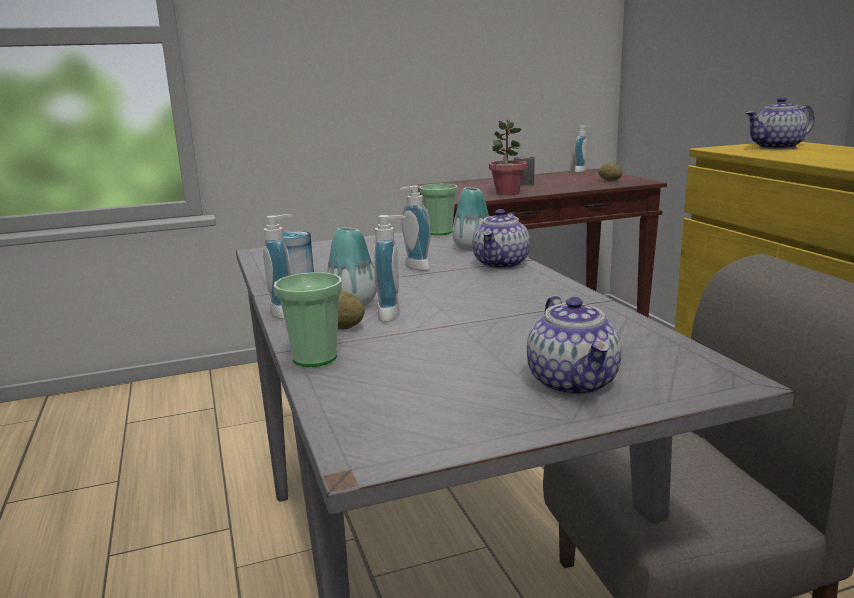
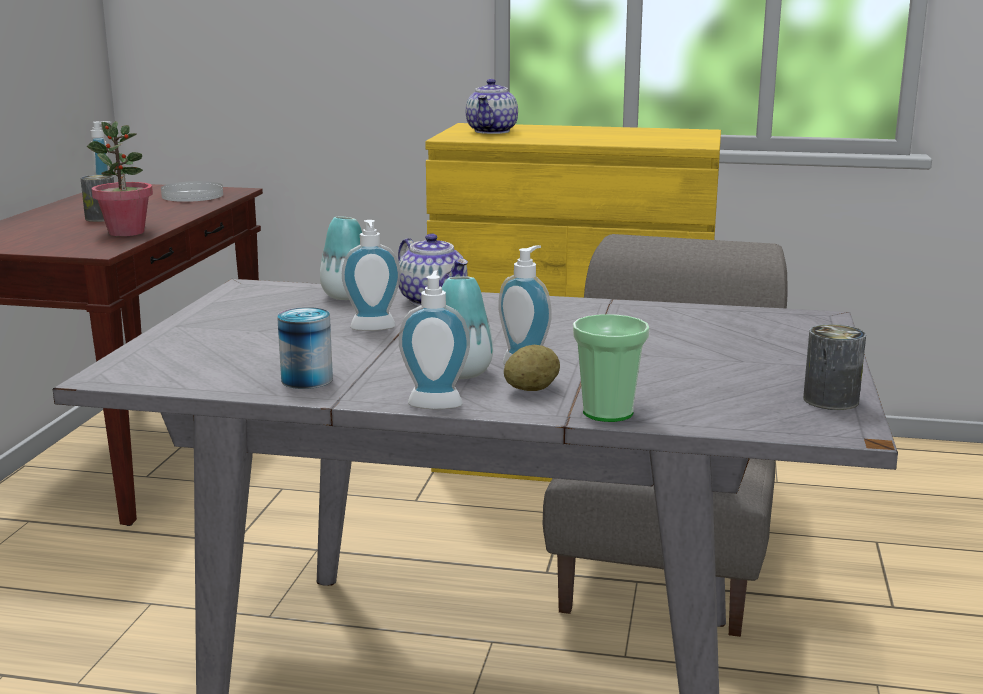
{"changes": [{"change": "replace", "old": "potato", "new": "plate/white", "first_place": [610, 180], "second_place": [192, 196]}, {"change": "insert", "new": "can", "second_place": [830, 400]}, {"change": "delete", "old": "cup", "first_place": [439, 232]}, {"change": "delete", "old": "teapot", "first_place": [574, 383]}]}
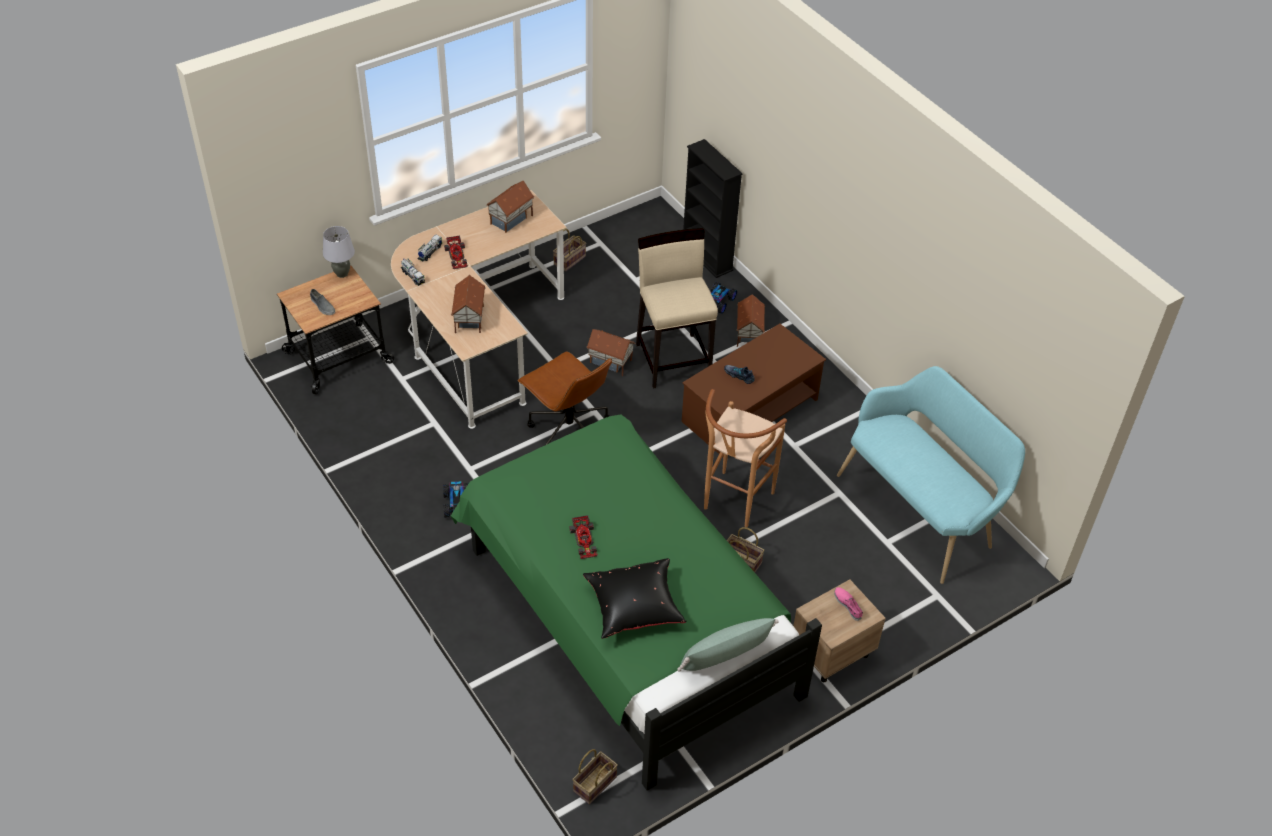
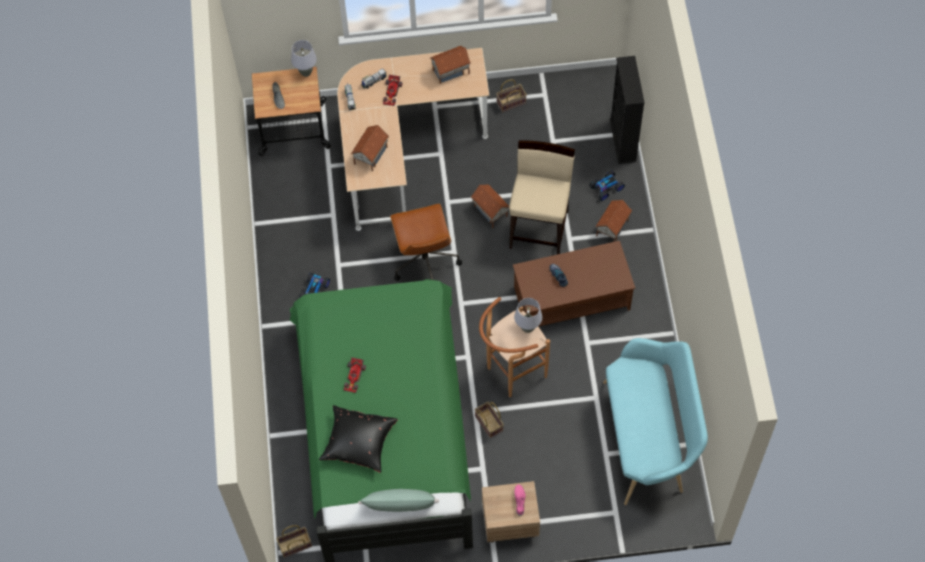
{"changes": [{"change": "insert", "new": "table lamp/grey", "second_place": [528, 328]}]}
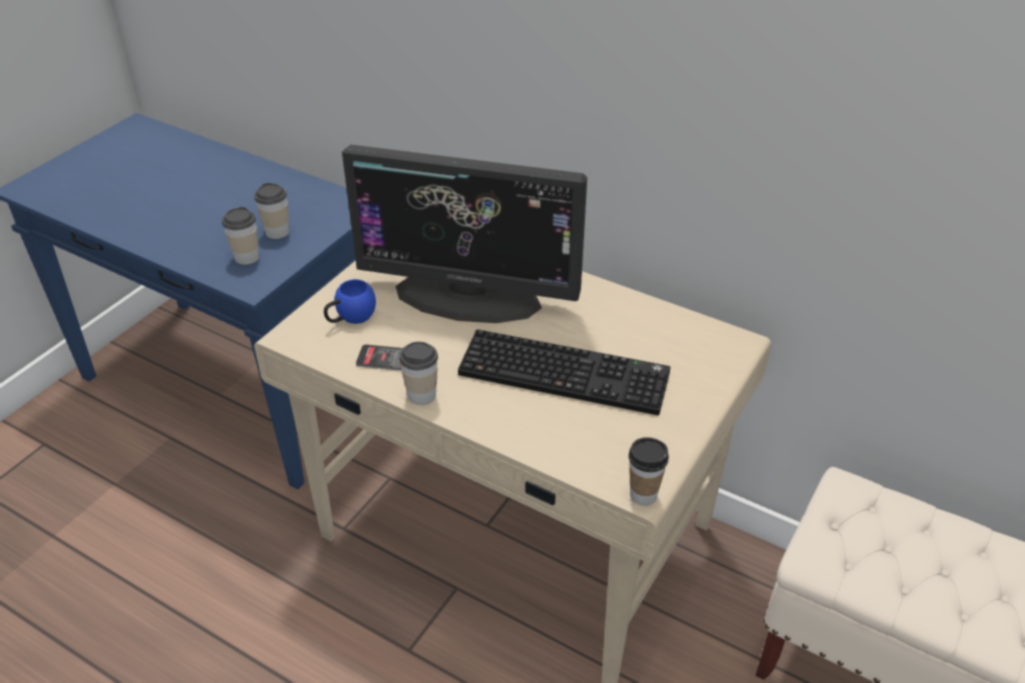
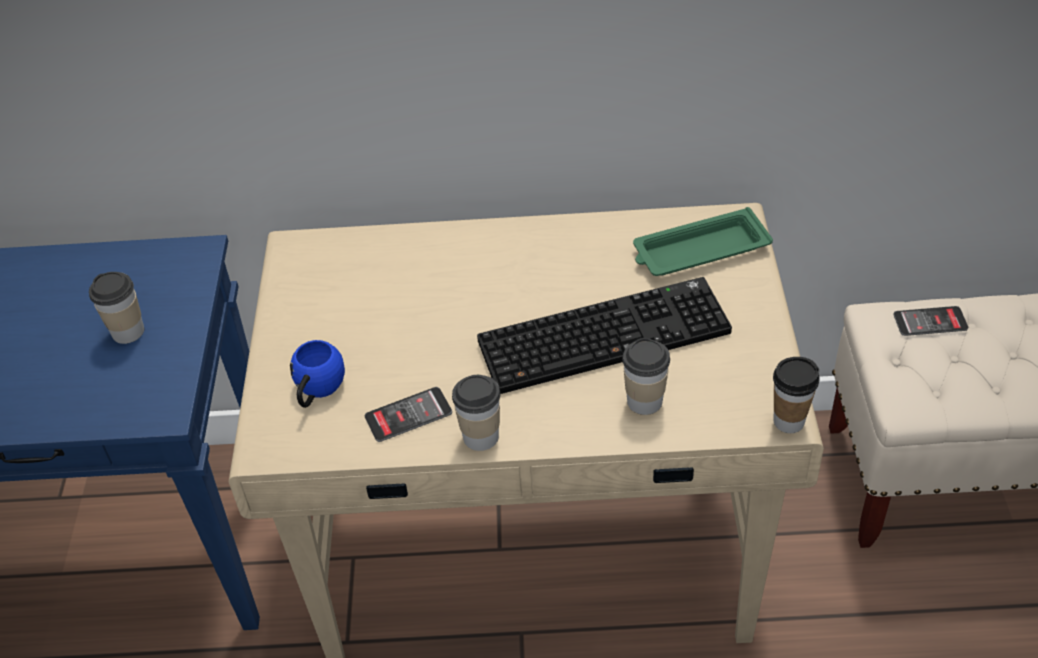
{"changes": [{"change": "move", "old": "cup", "first_place": [246, 257], "second_place": [644, 401]}, {"change": "insert", "new": "tray/green", "second_place": [698, 251]}, {"change": "insert", "new": "phone", "second_place": [930, 322]}, {"change": "delete", "old": "monitor", "first_place": [468, 296]}]}
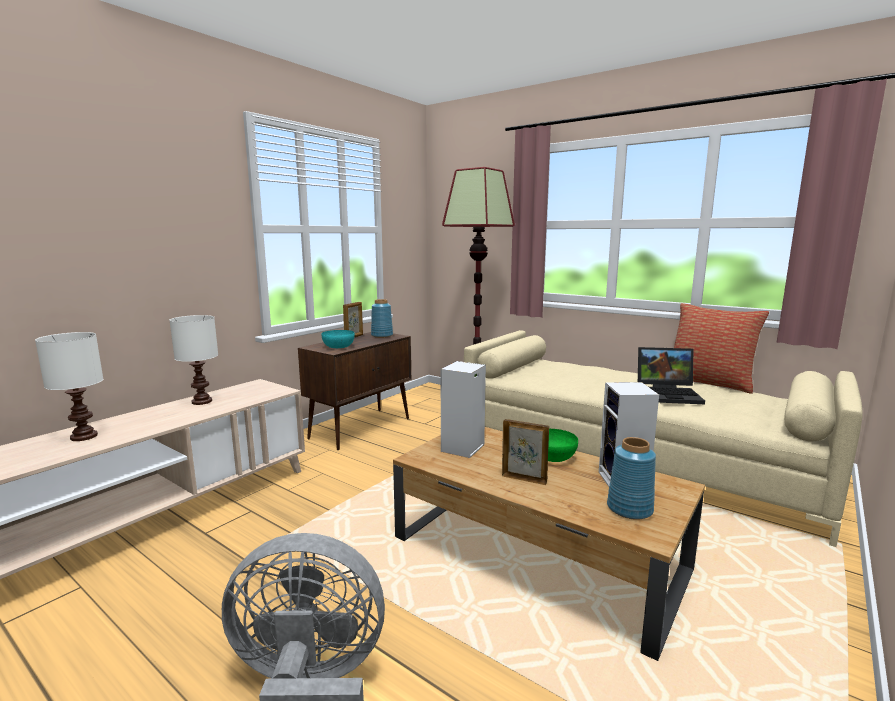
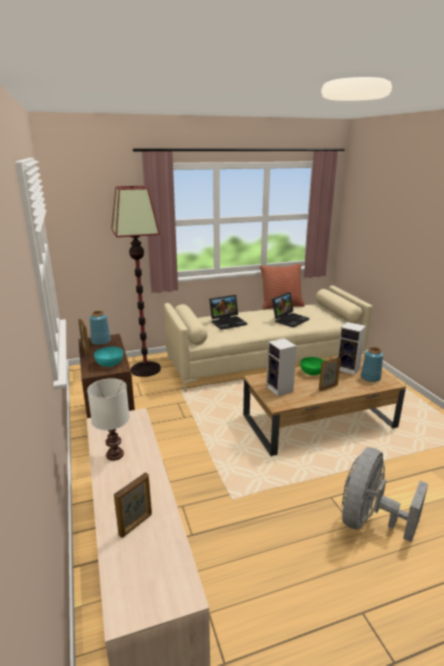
{"changes": [{"change": "replace", "old": "table lamp/white", "new": "picture frame", "first_place": [85, 436], "second_place": [136, 524]}, {"change": "insert", "new": "laptop", "second_place": [228, 322]}]}
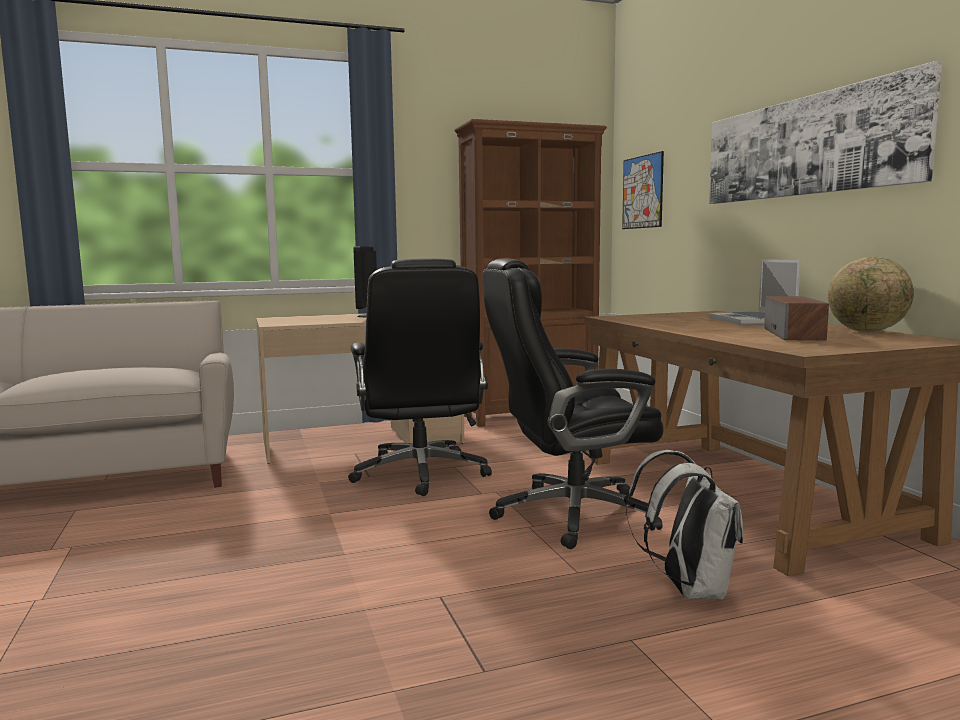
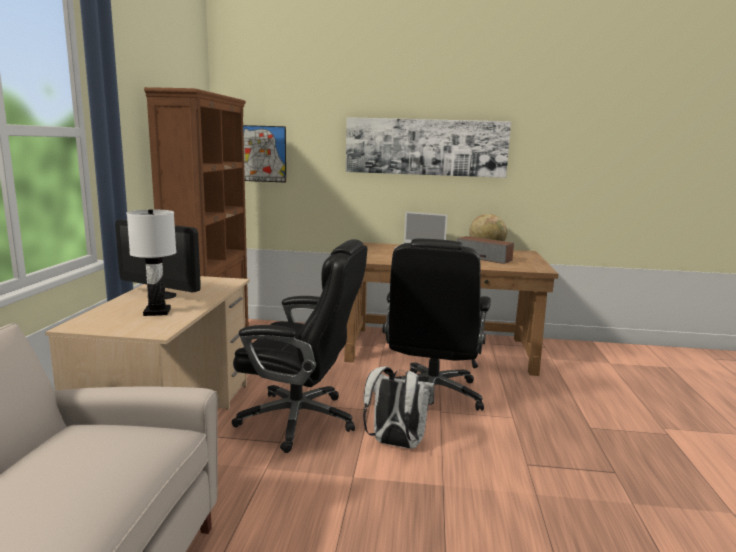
{"changes": [{"change": "insert", "new": "table lamp/white", "second_place": [157, 312]}, {"change": "move", "old": "backpack/white", "first_place": [688, 589], "second_place": [395, 444]}]}
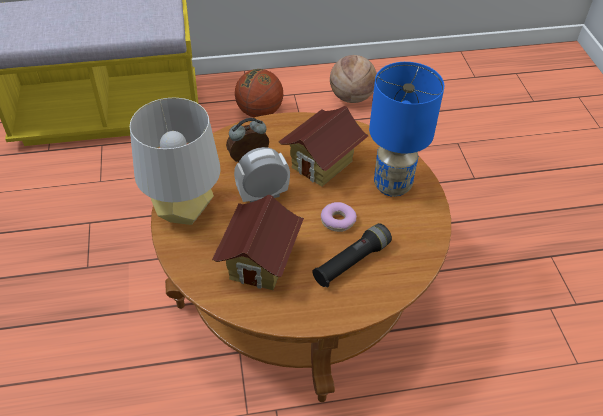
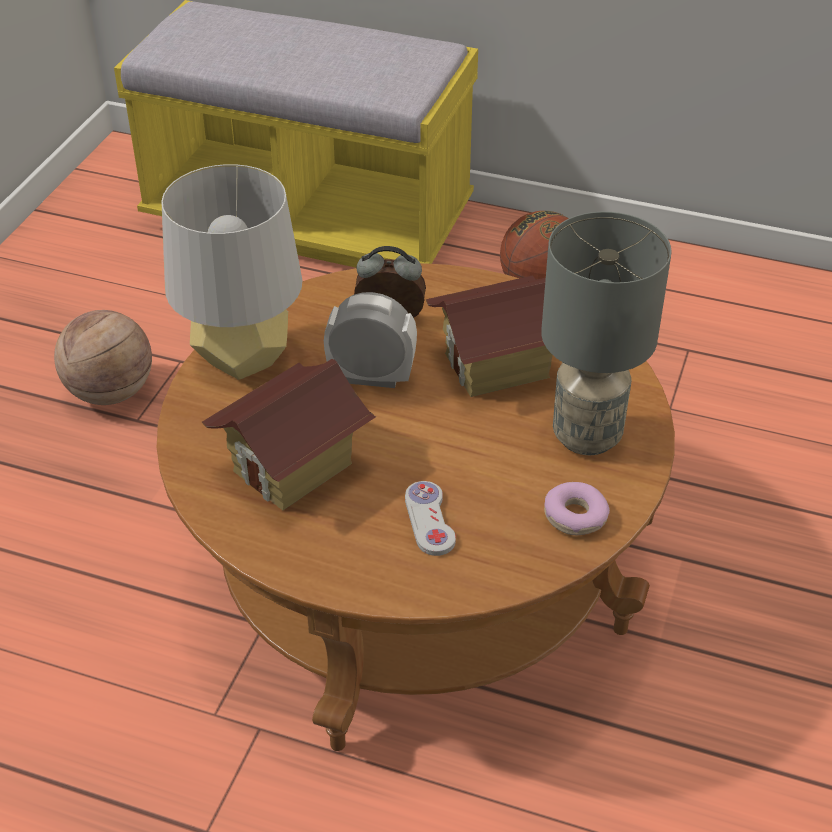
{"changes": [{"change": "move", "old": "basketball", "first_place": [351, 97], "second_place": [110, 393]}, {"change": "replace", "old": "flashlight/black", "new": "game controller/white", "first_place": [351, 262], "second_place": [429, 520]}, {"change": "recolor", "old": "table lamp/blue", "new": "table lamp/grey", "first_place": [392, 184], "second_place": [587, 435]}, {"change": "move", "old": "donut", "first_place": [338, 221], "second_place": [575, 516]}]}
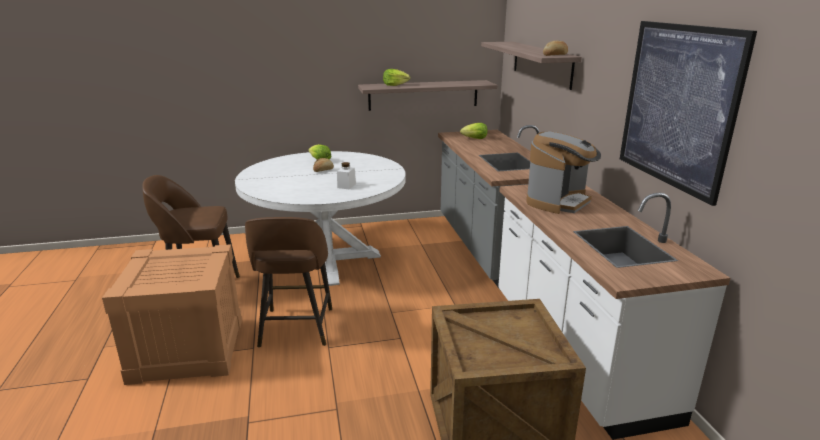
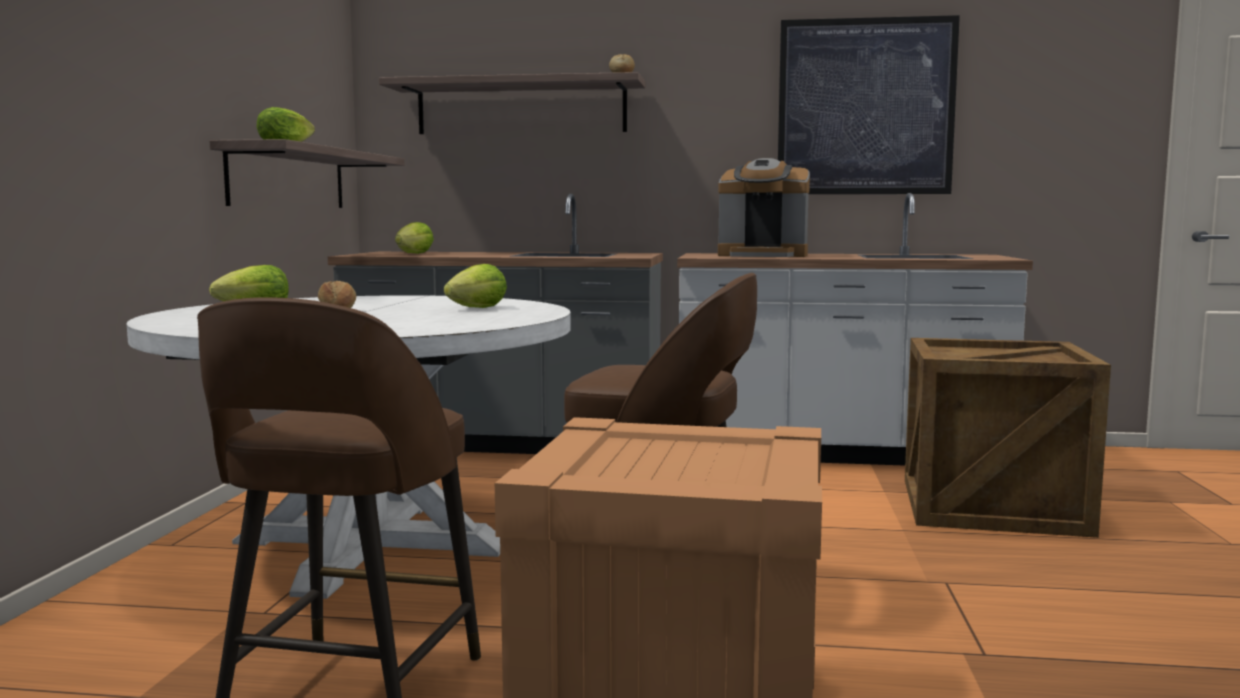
{"changes": [{"change": "replace", "old": "jar/white", "new": "lettuce", "first_place": [346, 186], "second_place": [477, 308]}, {"change": "rotate", "old": "coffee machine", "first_place": [558, 202], "second_place": [763, 255], "degrees": 135}]}
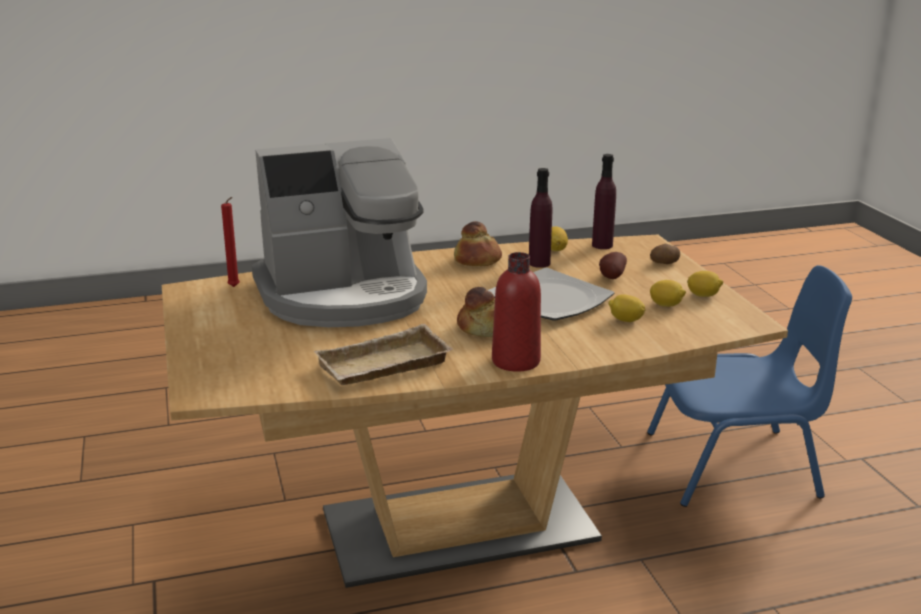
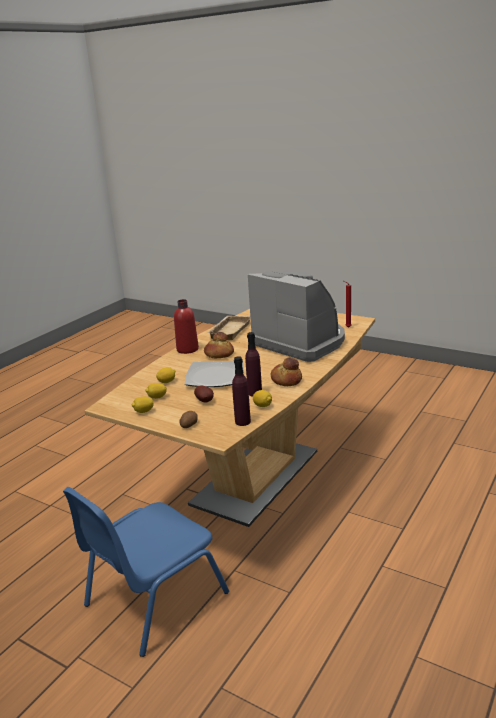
{"changes": [{"change": "rotate", "old": "coffee machine", "first_place": [344, 296], "second_place": [300, 342], "degrees": 105}]}
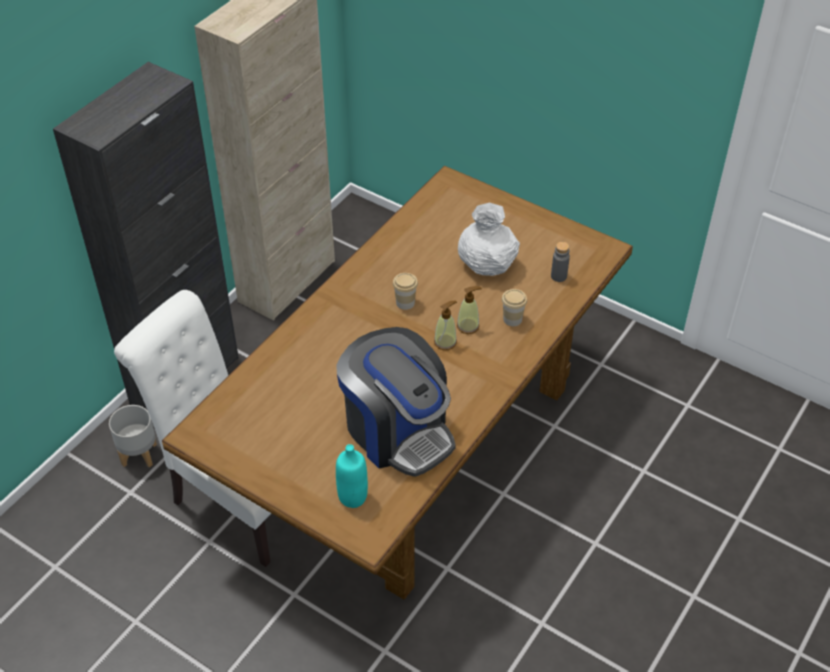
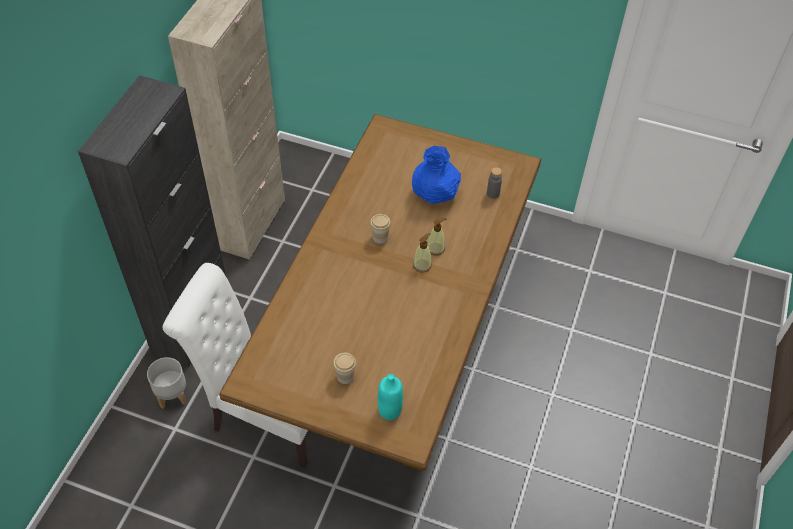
{"changes": [{"change": "move", "old": "cup", "first_place": [512, 319], "second_place": [345, 376]}, {"change": "recolor", "old": "vase/white", "new": "vase/blue", "first_place": [488, 265], "second_place": [436, 194]}, {"change": "delete", "old": "coffee machine", "first_place": [397, 431]}]}
